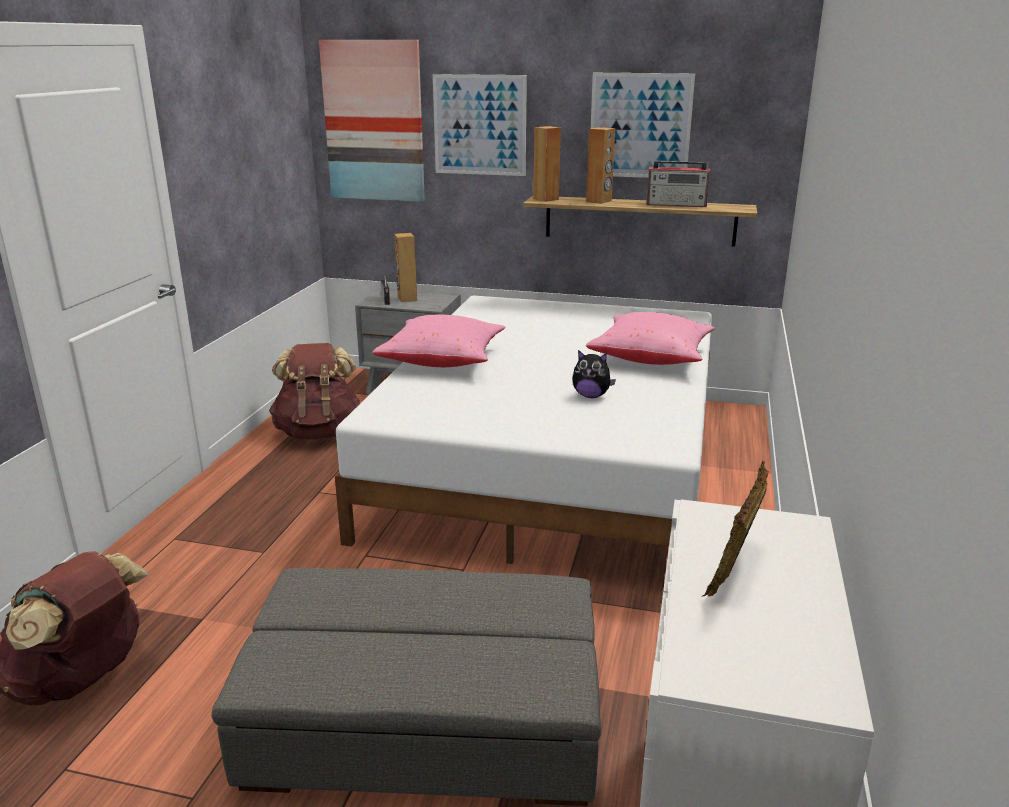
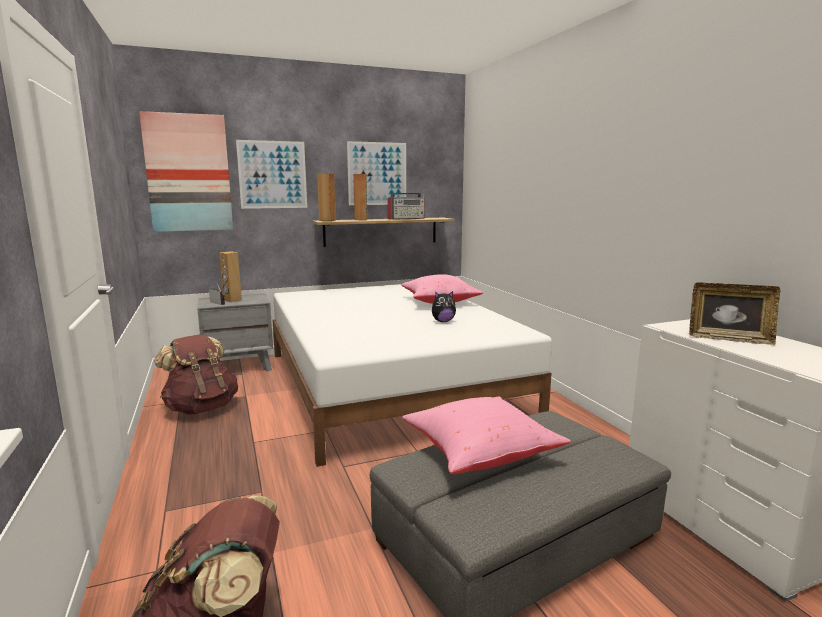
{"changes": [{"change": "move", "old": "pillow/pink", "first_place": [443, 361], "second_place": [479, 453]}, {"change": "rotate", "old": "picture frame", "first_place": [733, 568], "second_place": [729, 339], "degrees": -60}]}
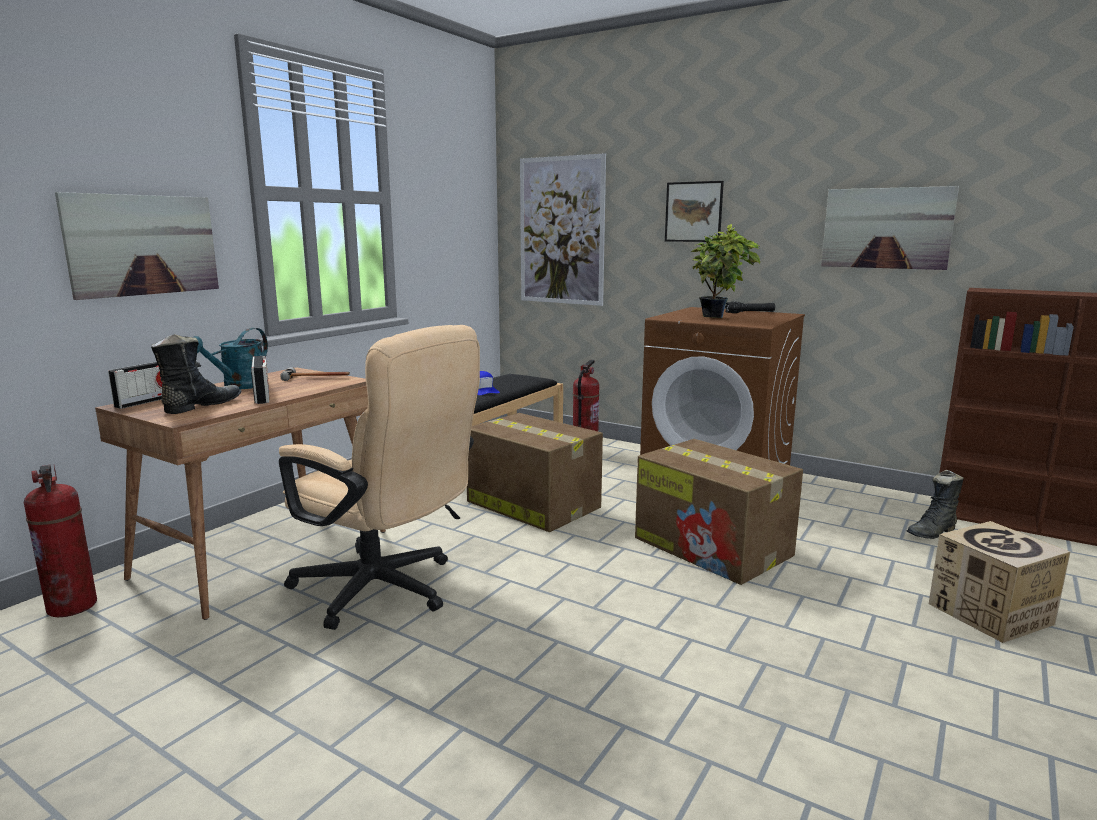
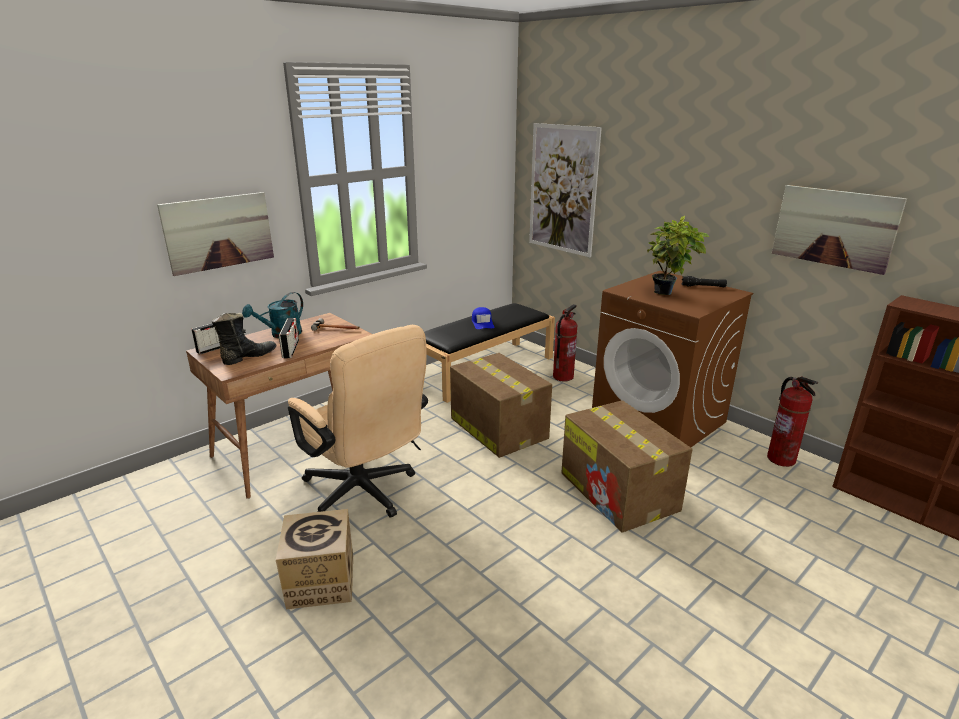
{"changes": [{"change": "move", "old": "cardboard box", "first_place": [990, 614], "second_place": [321, 581]}, {"change": "move", "old": "fire extinguisher", "first_place": [72, 606], "second_place": [781, 459]}, {"change": "delete", "old": "picture", "first_place": [693, 212]}, {"change": "delete", "old": "boot/black", "first_place": [933, 532]}]}
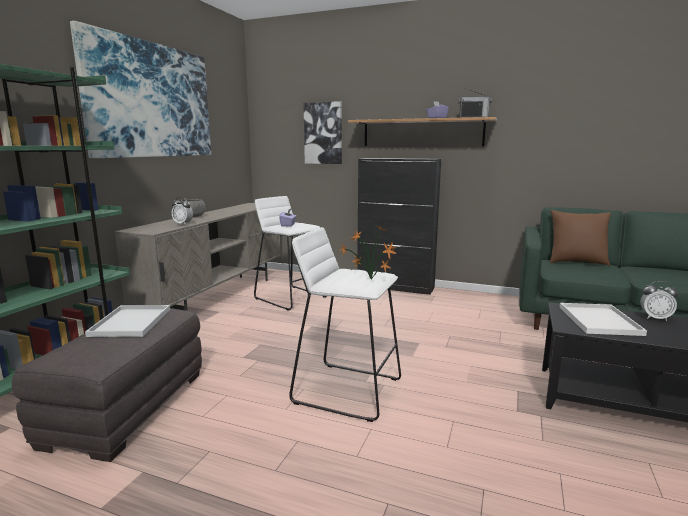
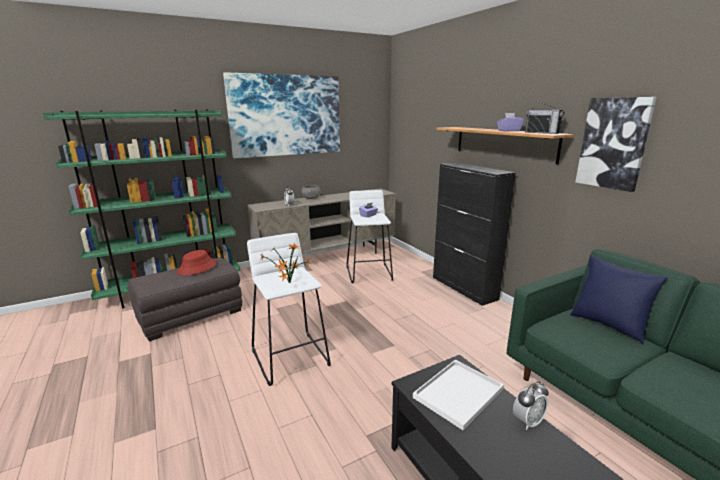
{"changes": [{"change": "replace", "old": "tray/white", "new": "hat/red", "first_place": [131, 322], "second_place": [197, 268]}, {"change": "rotate", "old": "alarm clock", "first_place": [655, 318], "second_place": [527, 422], "degrees": -90}, {"change": "recolor", "old": "pillow/brown", "new": "pillow/blue", "first_place": [576, 262], "second_place": [608, 325]}, {"change": "move", "old": "picture", "first_place": [323, 133], "second_place": [613, 143]}]}
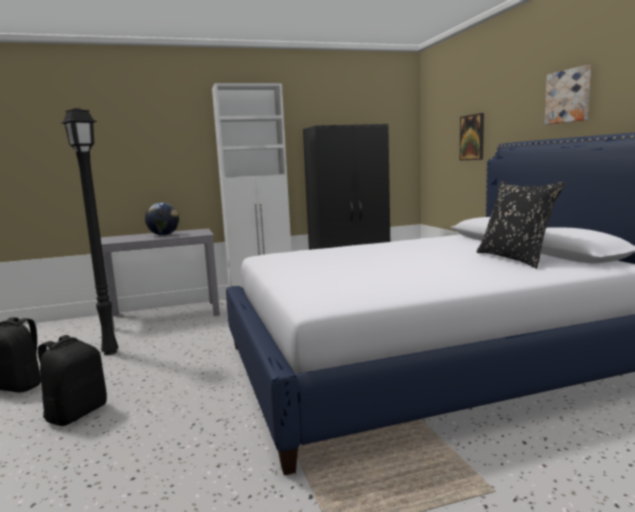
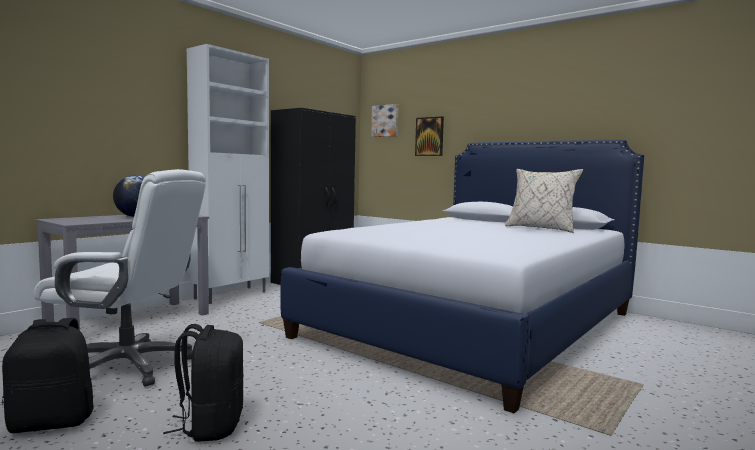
{"changes": [{"change": "replace", "old": "floor lamp/black", "new": "office chair/white", "first_place": [109, 353], "second_place": [129, 366]}, {"change": "move", "old": "picture", "first_place": [568, 96], "second_place": [385, 121]}, {"change": "recolor", "old": "pillow/black", "new": "pillow/beige", "first_place": [515, 259], "second_place": [541, 228]}]}
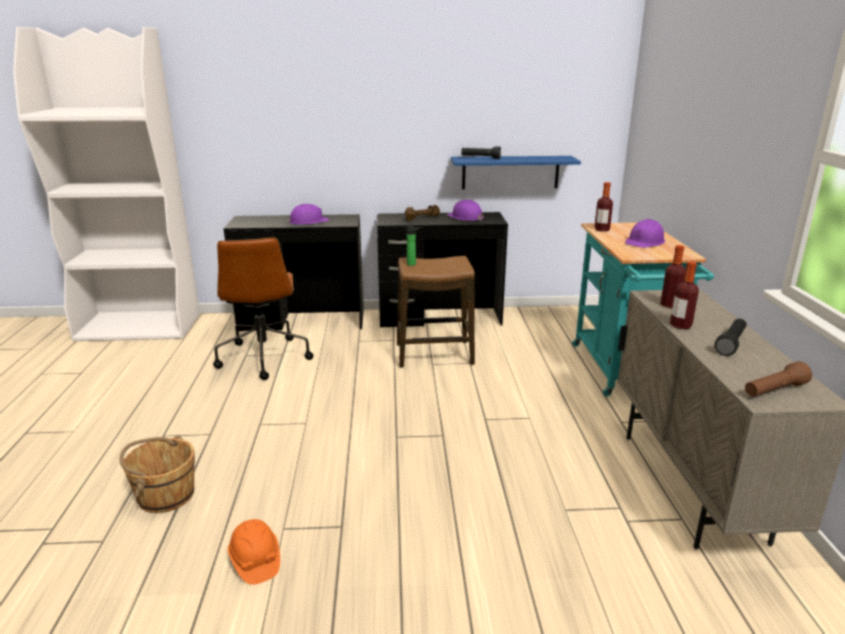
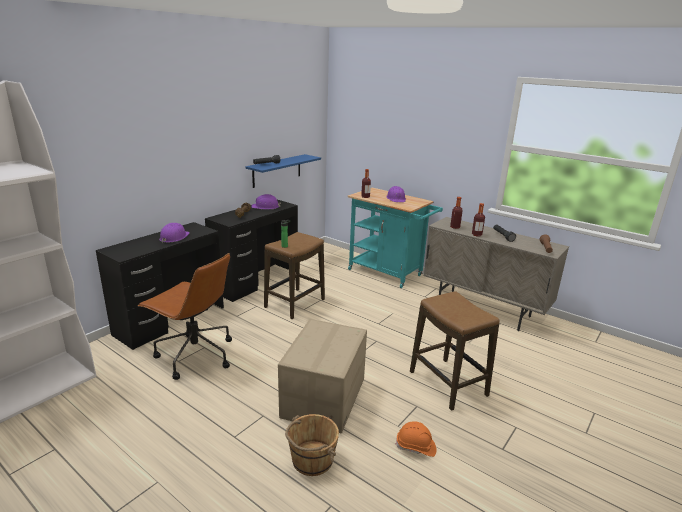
{"changes": [{"change": "insert", "new": "cardboard box", "second_place": [324, 398]}, {"change": "insert", "new": "stool", "second_place": [447, 383]}]}
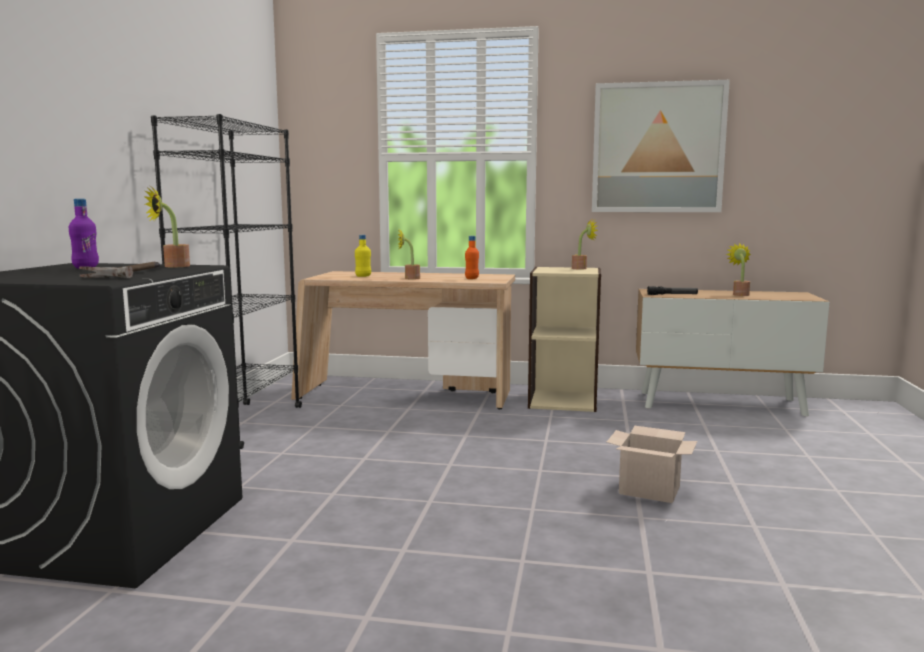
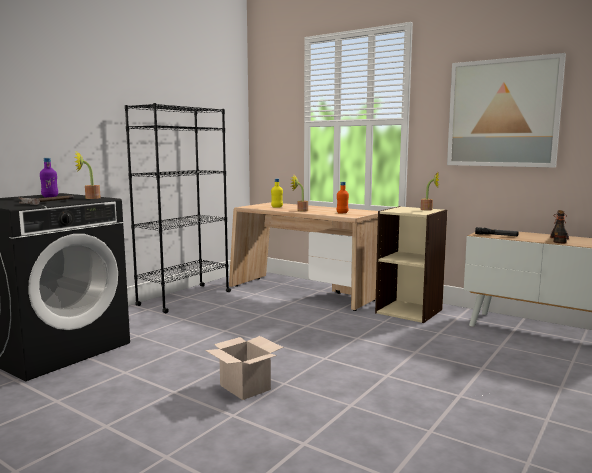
{"changes": [{"change": "move", "old": "cardboard box", "first_place": [651, 490], "second_place": [246, 387]}, {"change": "replace", "old": "potted plant", "new": "boot", "first_place": [739, 294], "second_place": [559, 239]}]}
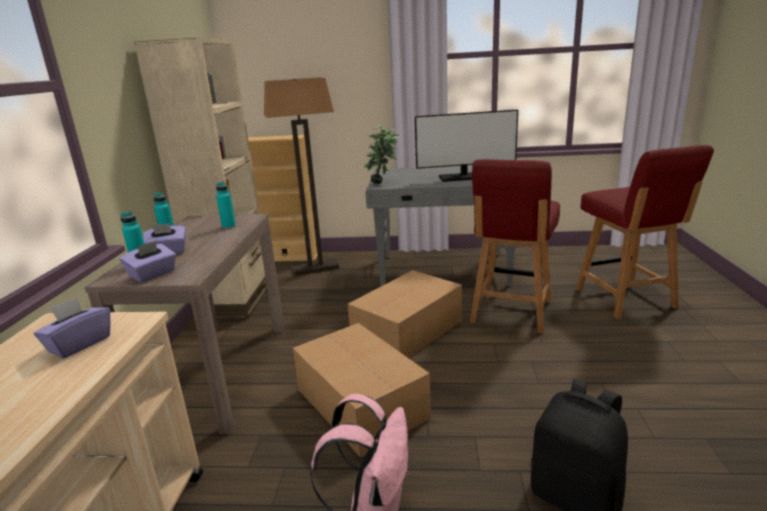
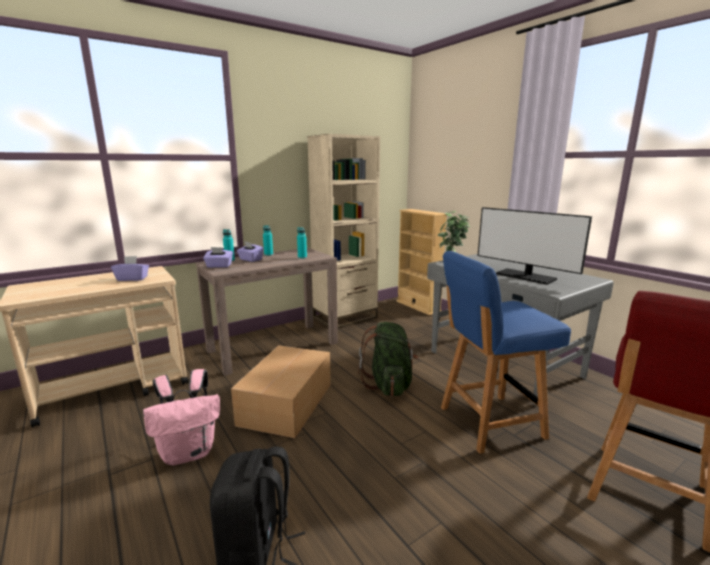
{"changes": [{"change": "replace", "old": "cardboard box", "new": "backpack/green", "first_place": [406, 331], "second_place": [389, 385]}, {"change": "recolor", "old": "chair/red", "new": "chair/blue", "first_place": [511, 312], "second_place": [488, 422]}, {"change": "delete", "old": "floor lamp", "first_place": [316, 269]}]}
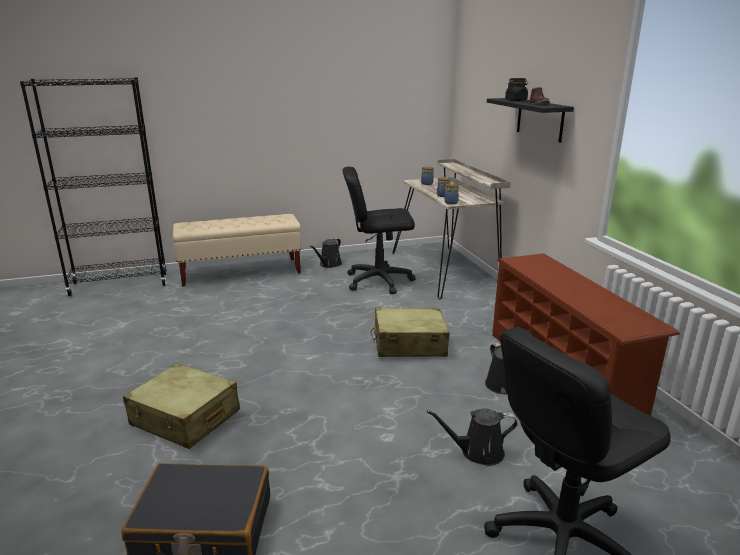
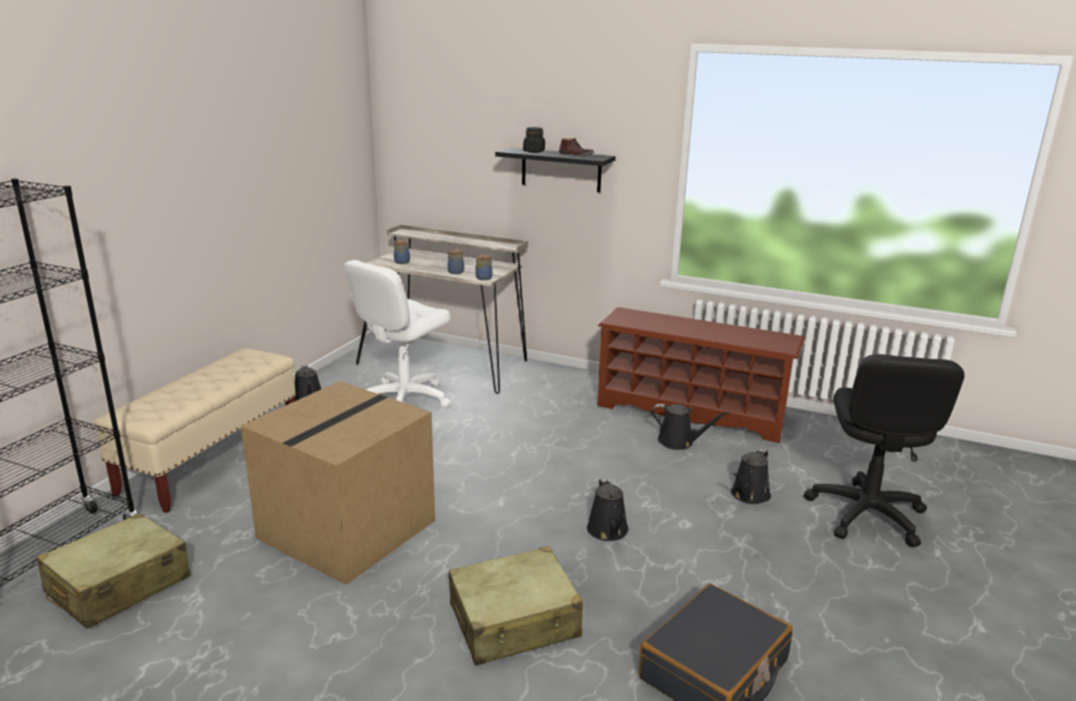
{"changes": [{"change": "move", "old": "suitcase/beige", "first_place": [409, 344], "second_place": [118, 586]}, {"change": "insert", "new": "cardboard box", "second_place": [347, 527]}, {"change": "recolor", "old": "office chair/black", "new": "office chair/white", "first_place": [378, 281], "second_place": [404, 399]}, {"change": "insert", "new": "watering can/black", "second_place": [608, 531]}]}
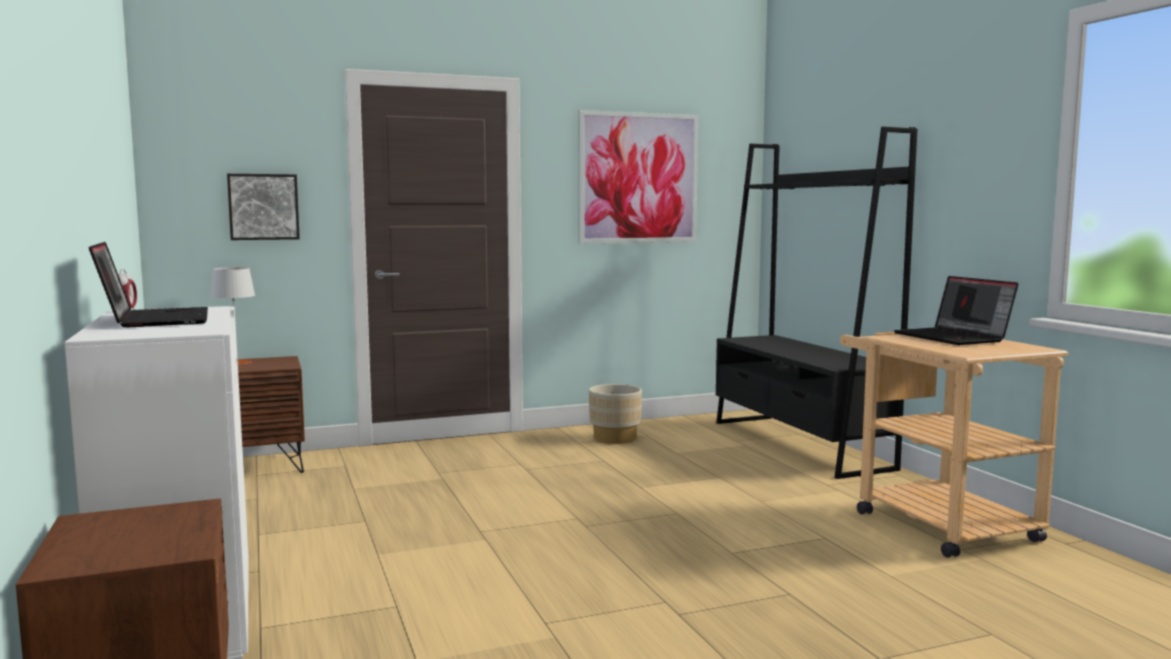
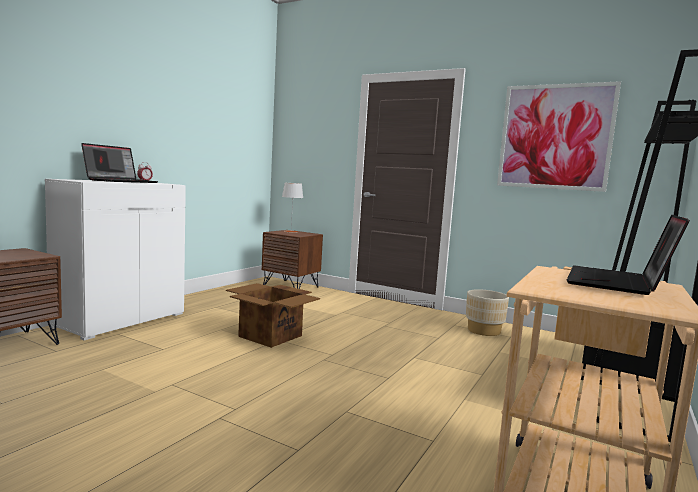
{"changes": [{"change": "insert", "new": "cardboard box", "second_place": [271, 336]}, {"change": "delete", "old": "picture", "first_place": [263, 207]}]}
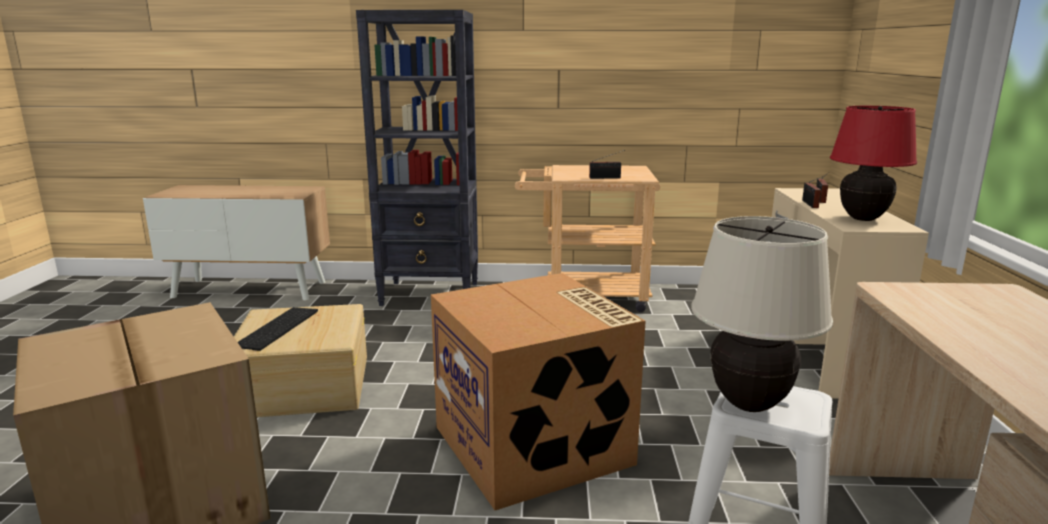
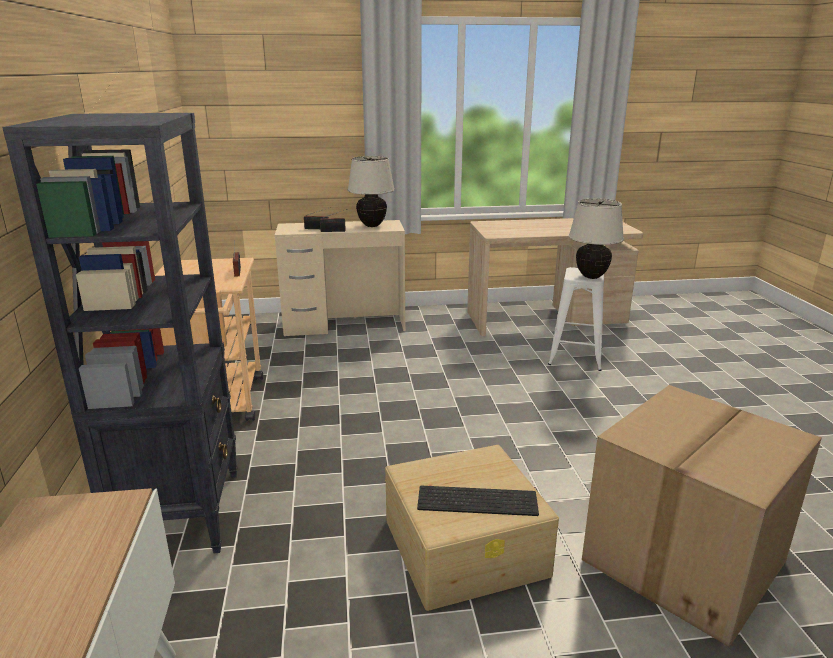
{"changes": [{"change": "recolor", "old": "table lamp/red", "new": "table lamp/beige", "first_place": [863, 218], "second_place": [372, 225]}, {"change": "delete", "old": "cardboard box", "first_place": [535, 446]}]}
